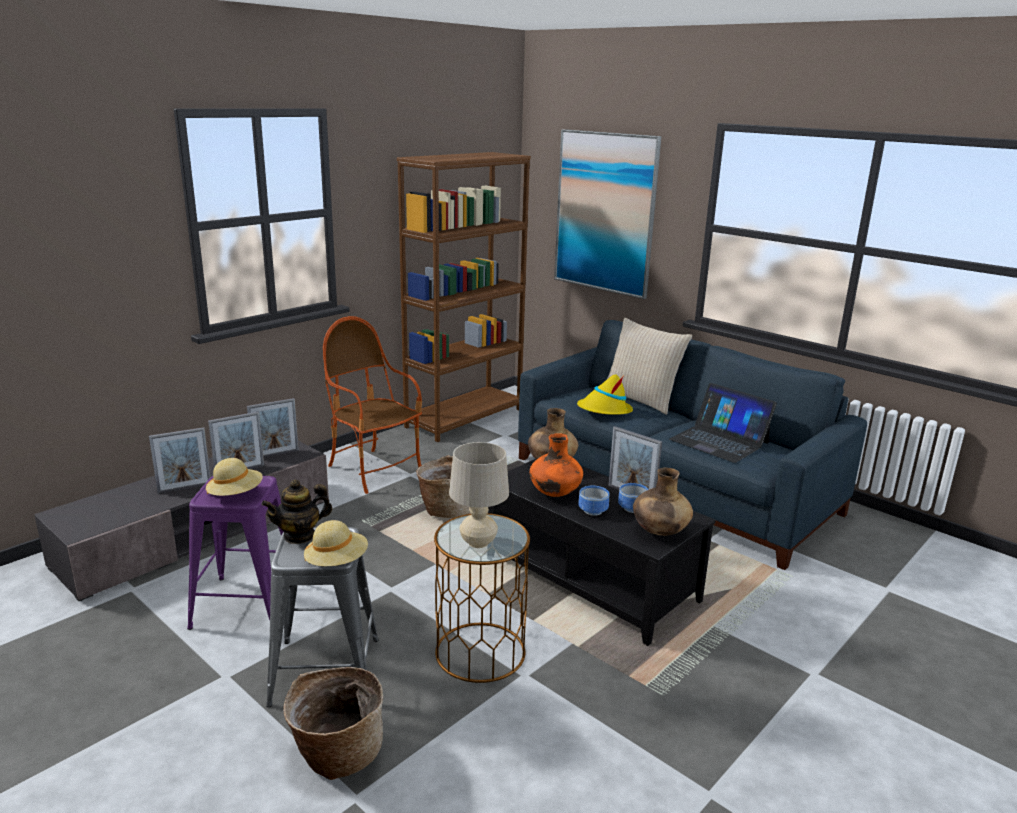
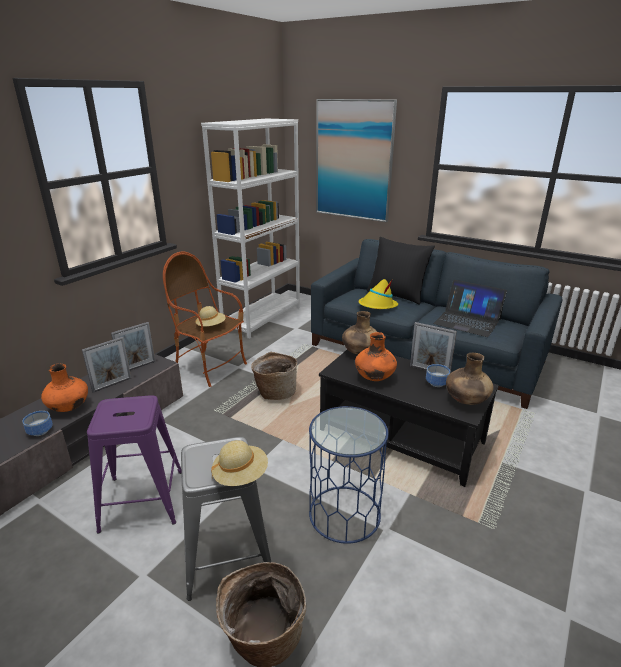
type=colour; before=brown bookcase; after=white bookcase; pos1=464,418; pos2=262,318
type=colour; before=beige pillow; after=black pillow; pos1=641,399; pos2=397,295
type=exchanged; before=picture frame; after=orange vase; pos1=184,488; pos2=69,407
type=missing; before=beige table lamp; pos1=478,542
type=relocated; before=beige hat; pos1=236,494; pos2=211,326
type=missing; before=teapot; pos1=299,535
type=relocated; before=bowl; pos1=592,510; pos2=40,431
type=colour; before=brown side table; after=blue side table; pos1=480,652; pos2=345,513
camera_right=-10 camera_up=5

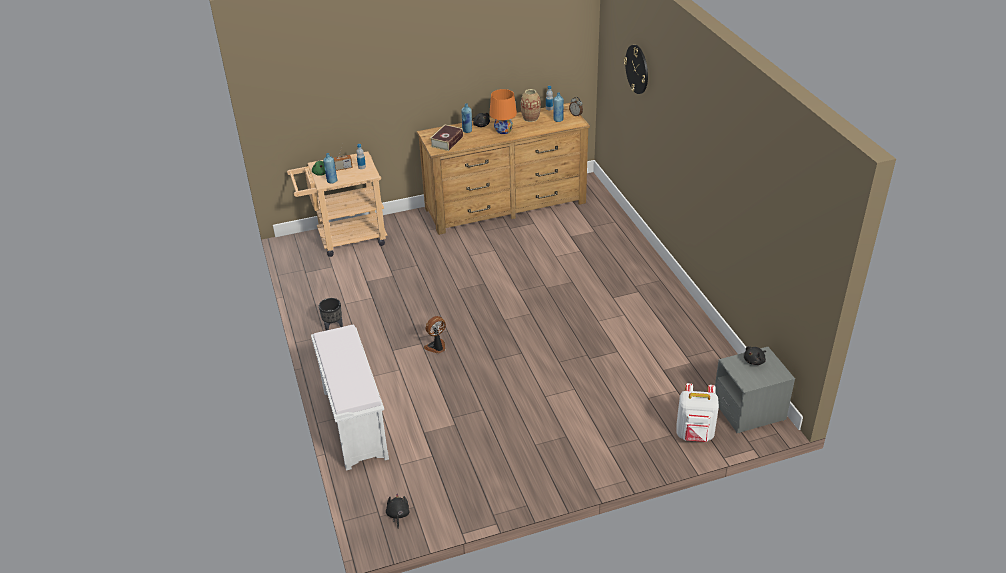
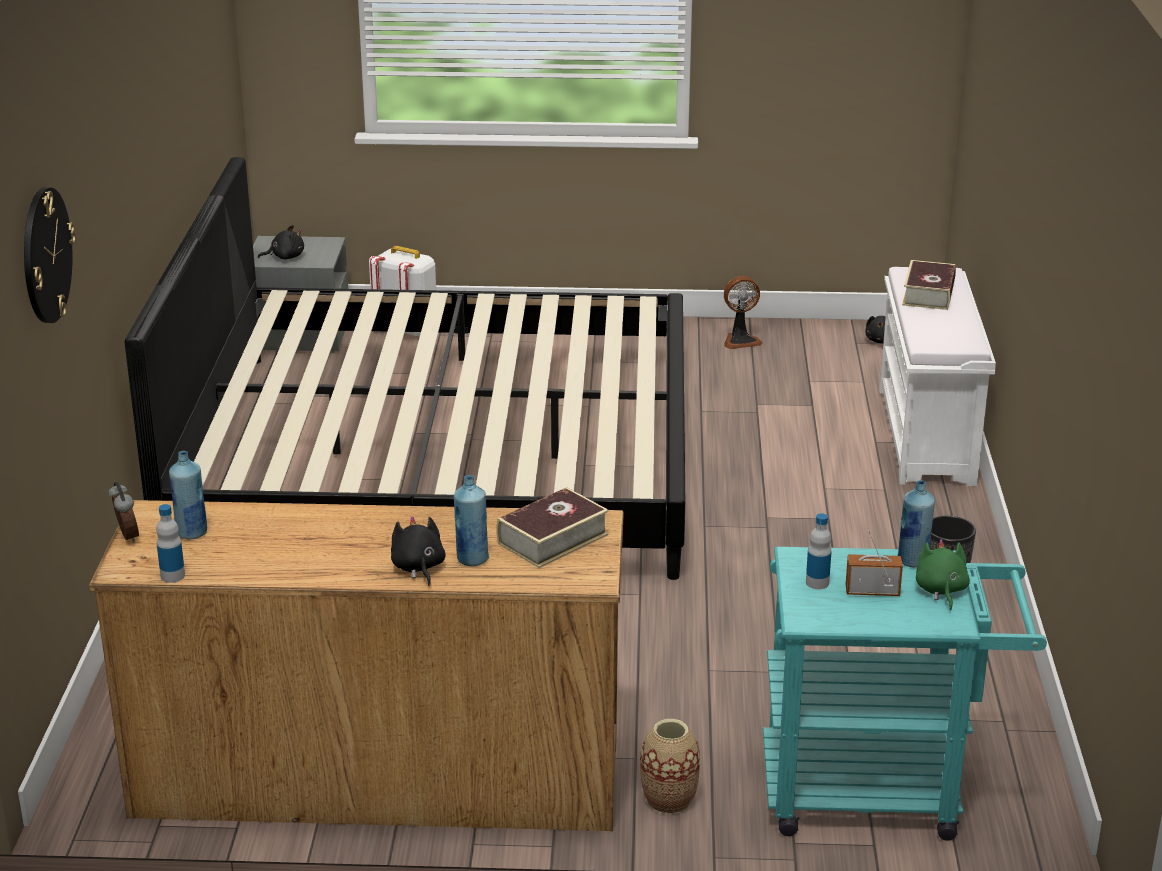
type=missing; before=orange table lamp; pos1=503,130
type=relocated; before=vase; pos1=530,118; pos2=668,800
type=colour; before=beige cart; after=turquoise cart; pos1=345,239; pos2=881,790
type=relocated; before=fan; pos1=436,347; pos2=740,340
type=appeared; after=bed; pos2=441,457
type=appeared; after=book; pos2=928,294
camera_right=-160 camera_up=-10

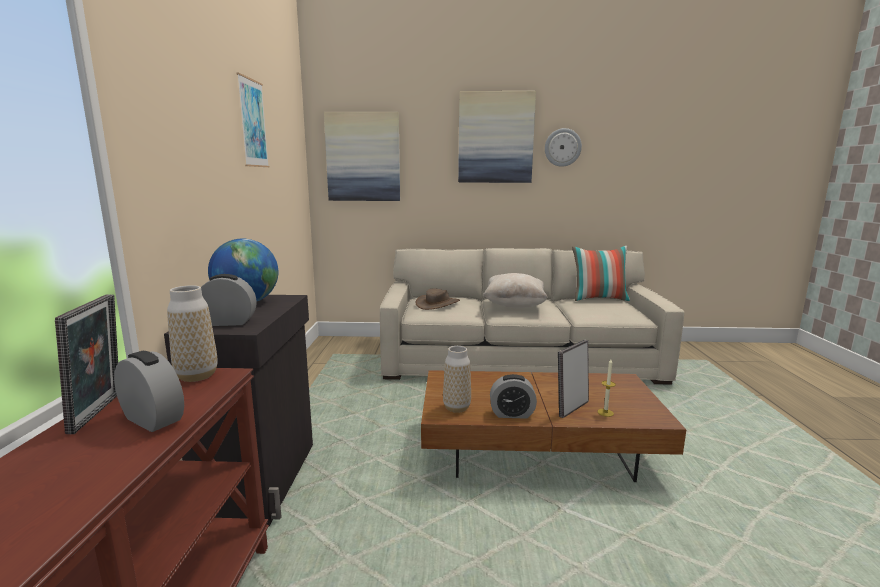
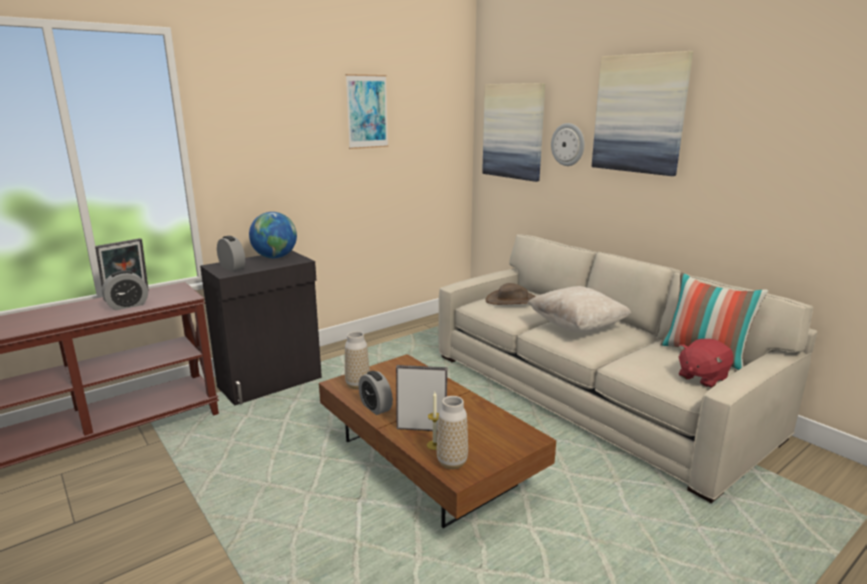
type=relocated; before=wall clock; pos1=562,147; pos2=568,144
type=relocated; before=vase; pos1=197,376; pos2=452,462
type=spun; before=alarm clock; pos1=153,419; pos2=127,305; turn=60
type=appeared; after=red plush toy; pos2=702,377
camera_right=50 camera_up=5

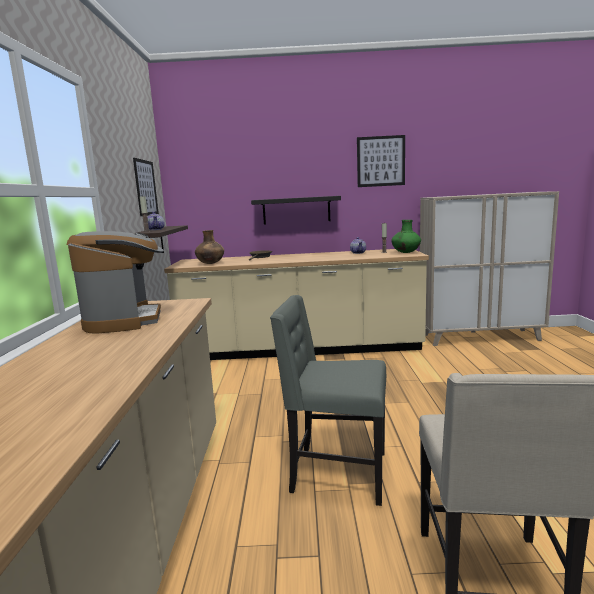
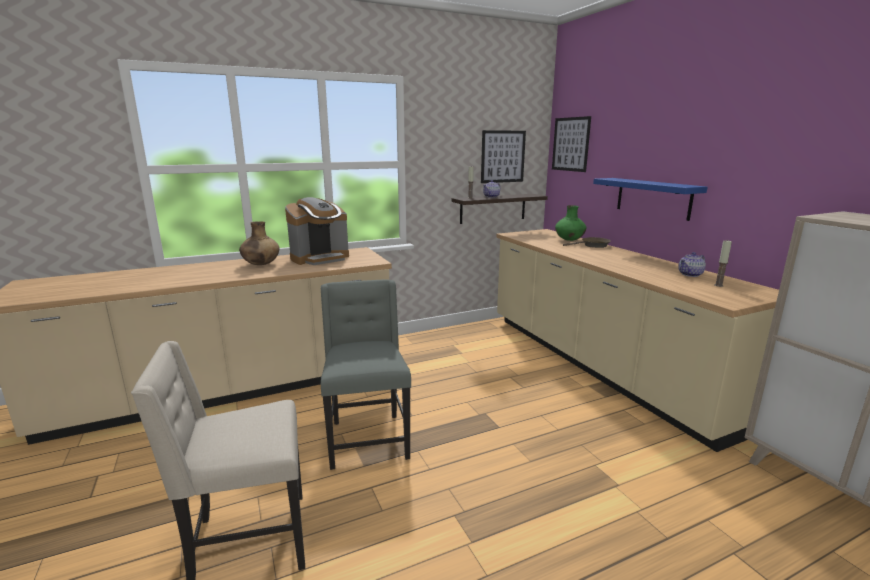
type=relocated; before=picture; pos1=381,161; pos2=570,144
type=colour; before=black shelf; after=blue shelf; pos1=296,210; pos2=653,198
type=relocated; before=green vase; pos1=405,252; pos2=569,240
type=relocated; before=brown vase; pos1=210,263; pos2=261,264
camera_right=65 camera_up=5

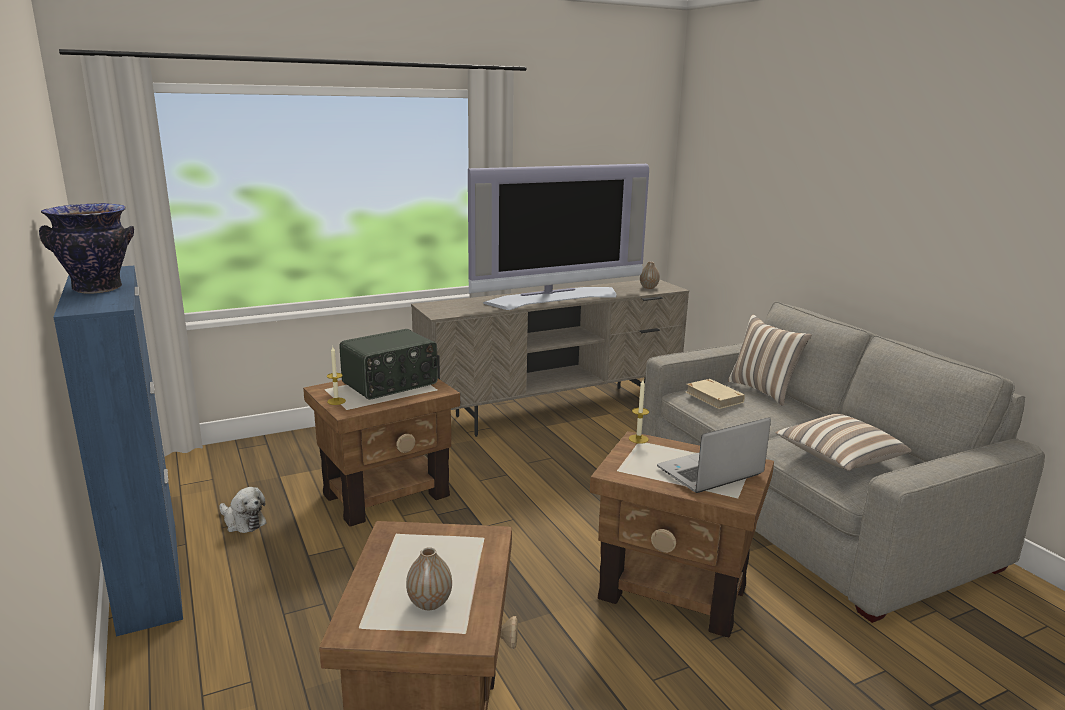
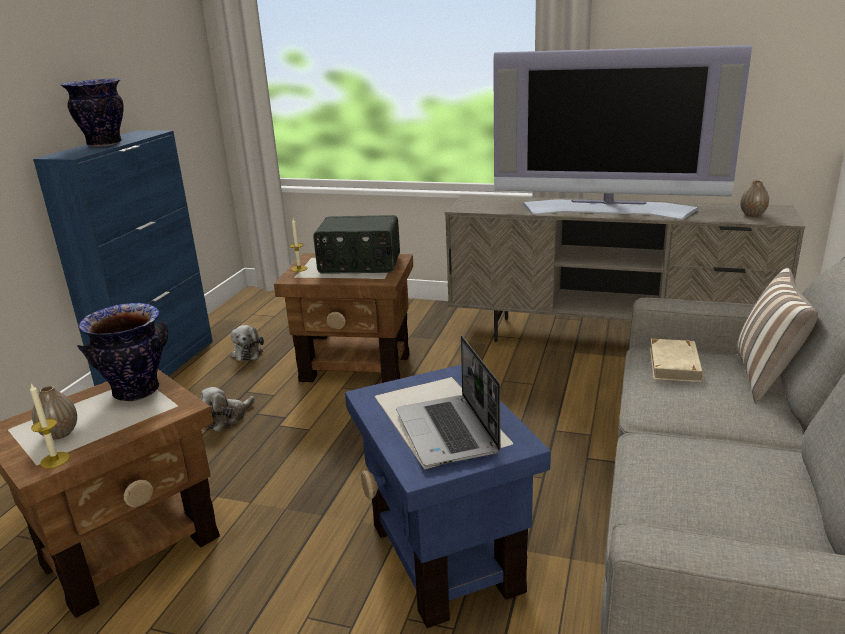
type=relocated; before=candle; pos1=638,439; pos2=55,460
type=missing; before=pillow; pos1=838,459
type=spun; before=laptop; pos1=709,473; pos2=448,432; turn=-120
type=colour; before=brown side table; after=blue side table; pos1=672,593; pos2=443,557
type=appeared; after=vase; pos2=137,392
type=appeared; after=plush toy; pos2=227,418
camera_right=45 camera_up=5

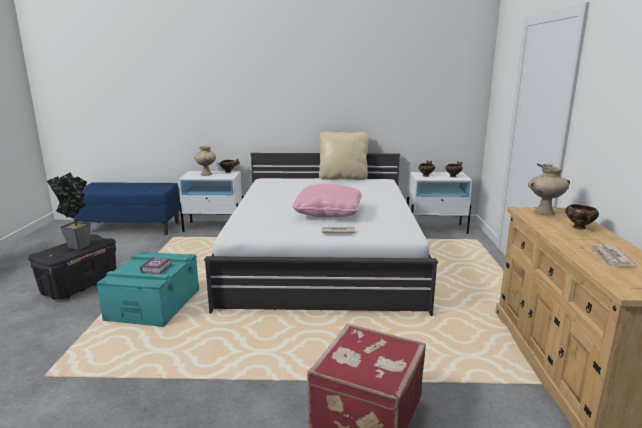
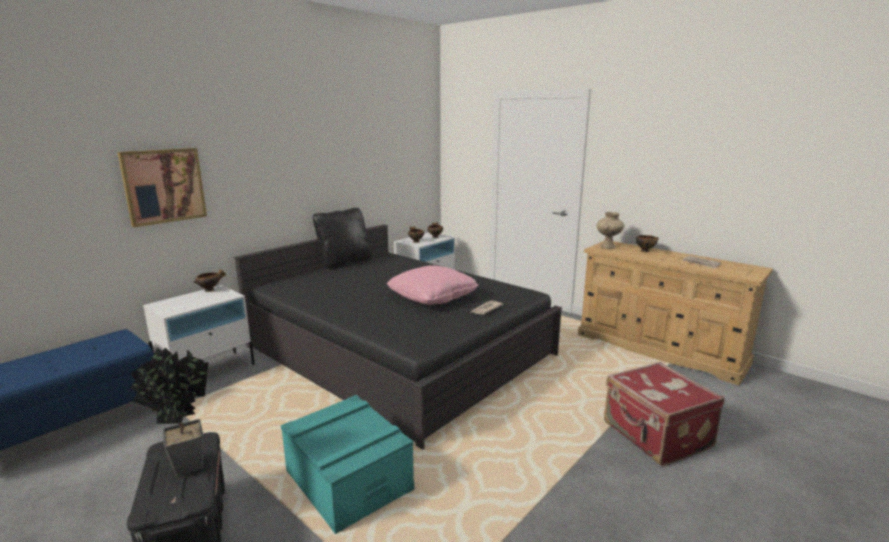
type=colour; before=beige pillow; after=black pillow; pos1=343,178; pos2=345,262
type=missing; before=beige vase; pos1=206,174
type=colour; before=white bed; after=black bed; pos1=323,258; pos2=398,350
type=missing; before=book; pos1=157,268
type=appeared; after=picture; pos2=164,186
camera_right=-50 camera_up=0

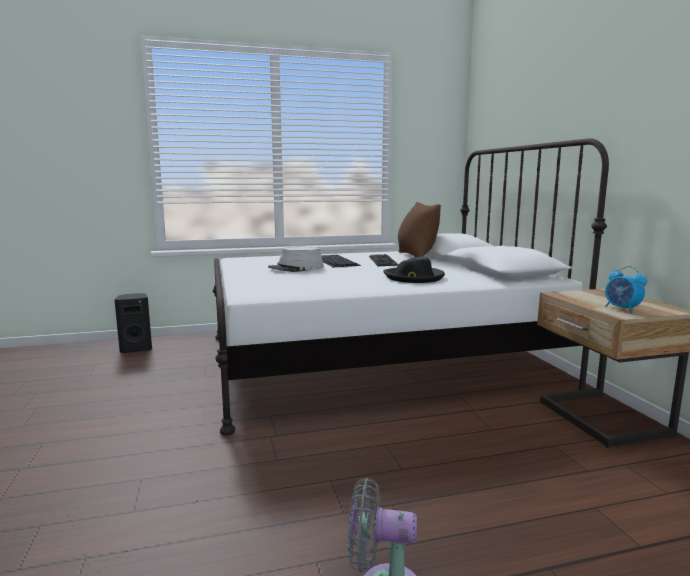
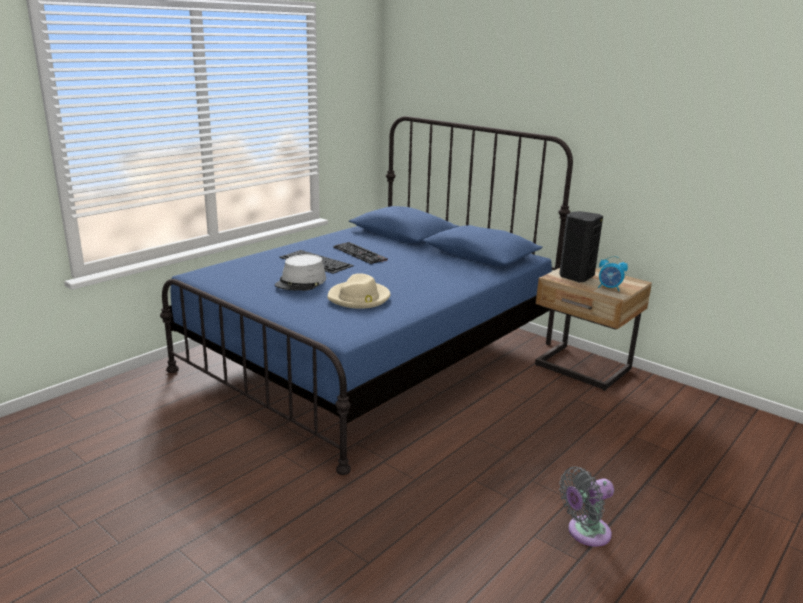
type=colour; before=white bed; after=blue bed; pos1=377,360; pos2=372,356
type=missing; before=brown pillow; pos1=416,256
type=missing; before=black hat; pos1=414,277
type=relocated; before=black speaker; pos1=136,349; pos2=575,276
type=appeared; after=beige hat; pos2=359,298
camera_right=-35 camera_up=10

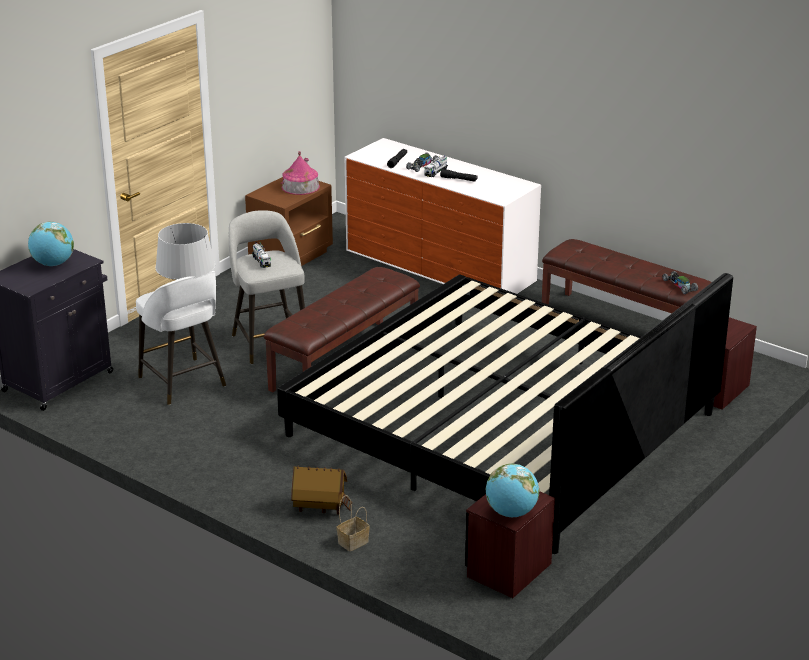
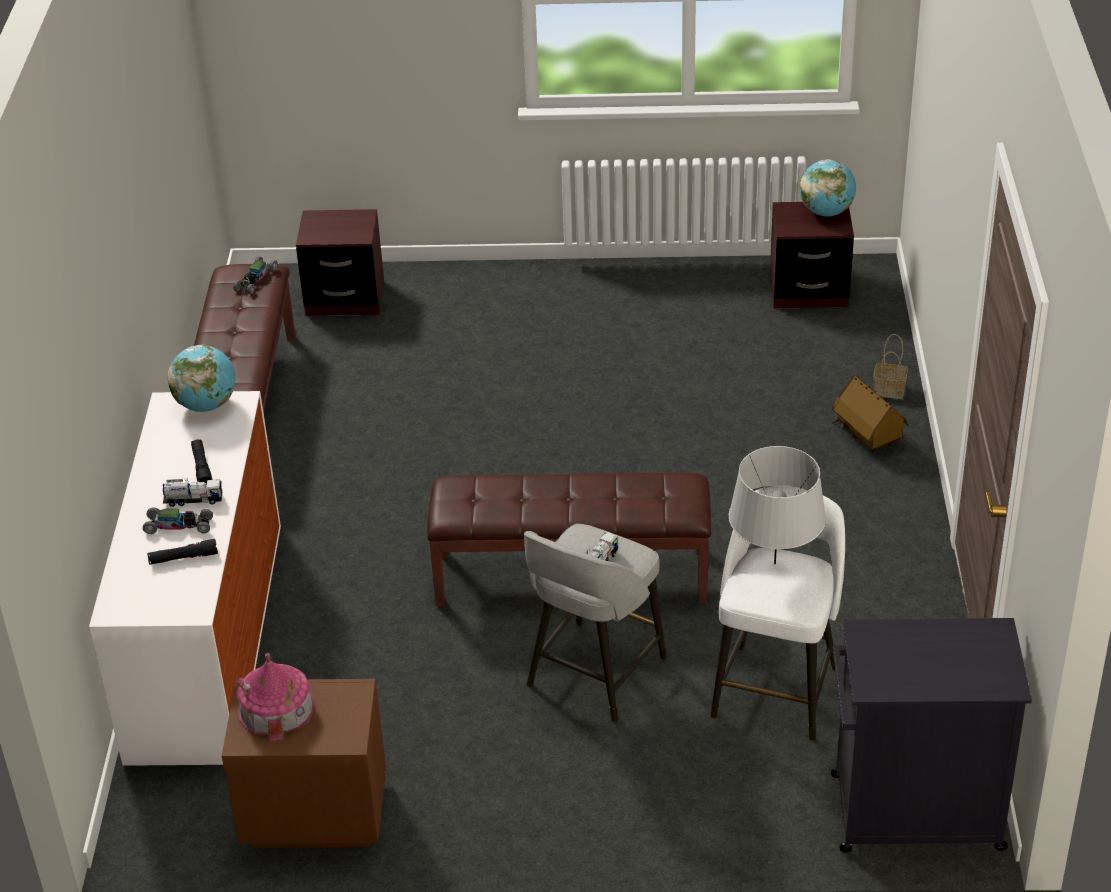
type=relocated; before=globe; pos1=53,264; pos2=206,405
type=missing; before=bed; pos1=501,425
camera_right=-125 camera_up=10

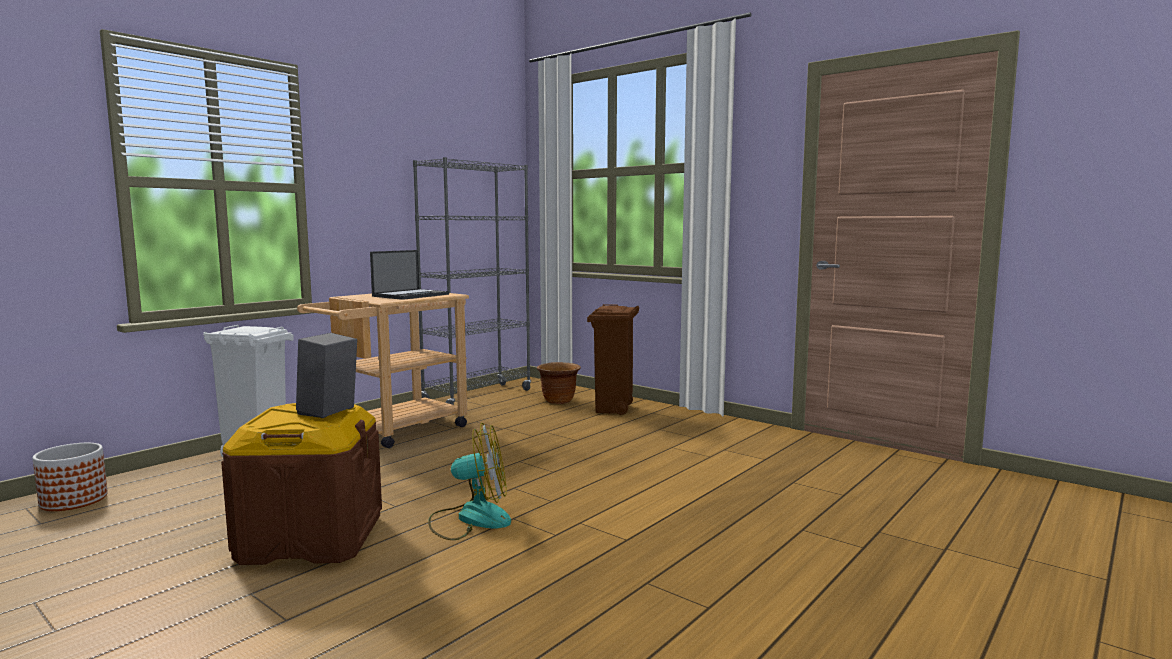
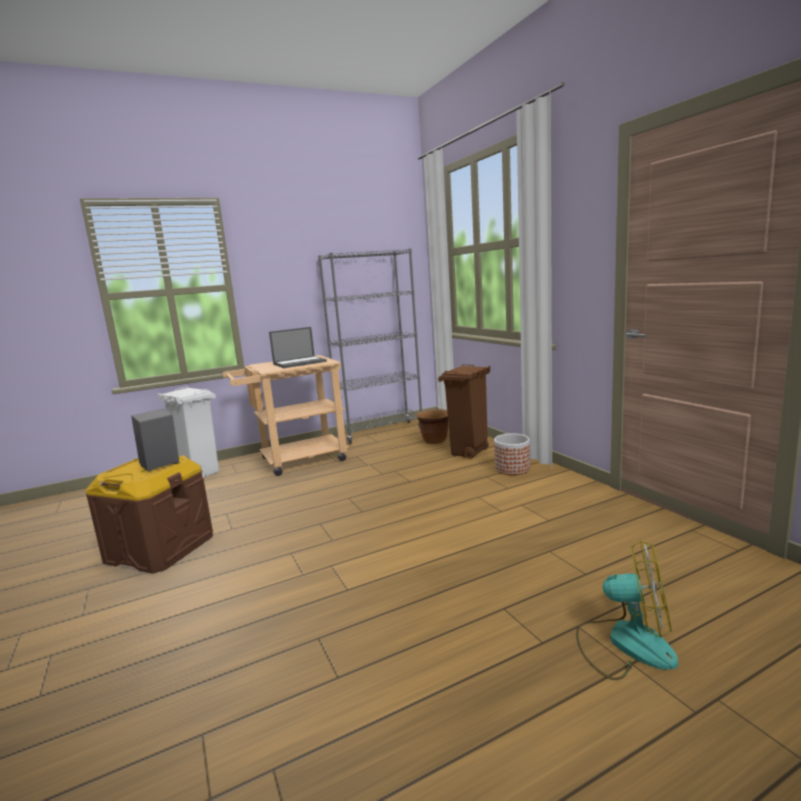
type=relocated; before=fan; pos1=471,518; pos2=625,643
type=relocated; before=planter; pos1=74,500; pos2=512,469
camera_right=25 camera_up=5

